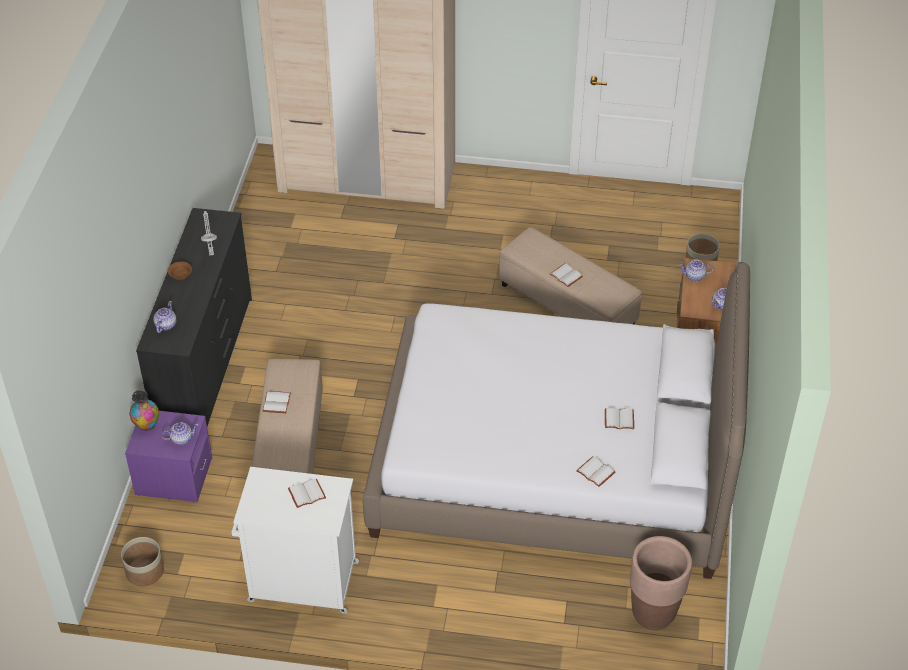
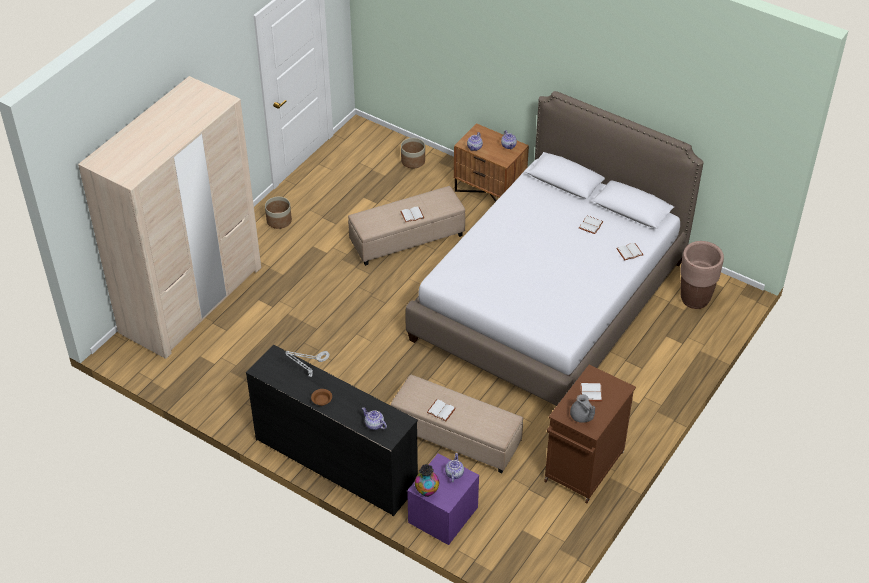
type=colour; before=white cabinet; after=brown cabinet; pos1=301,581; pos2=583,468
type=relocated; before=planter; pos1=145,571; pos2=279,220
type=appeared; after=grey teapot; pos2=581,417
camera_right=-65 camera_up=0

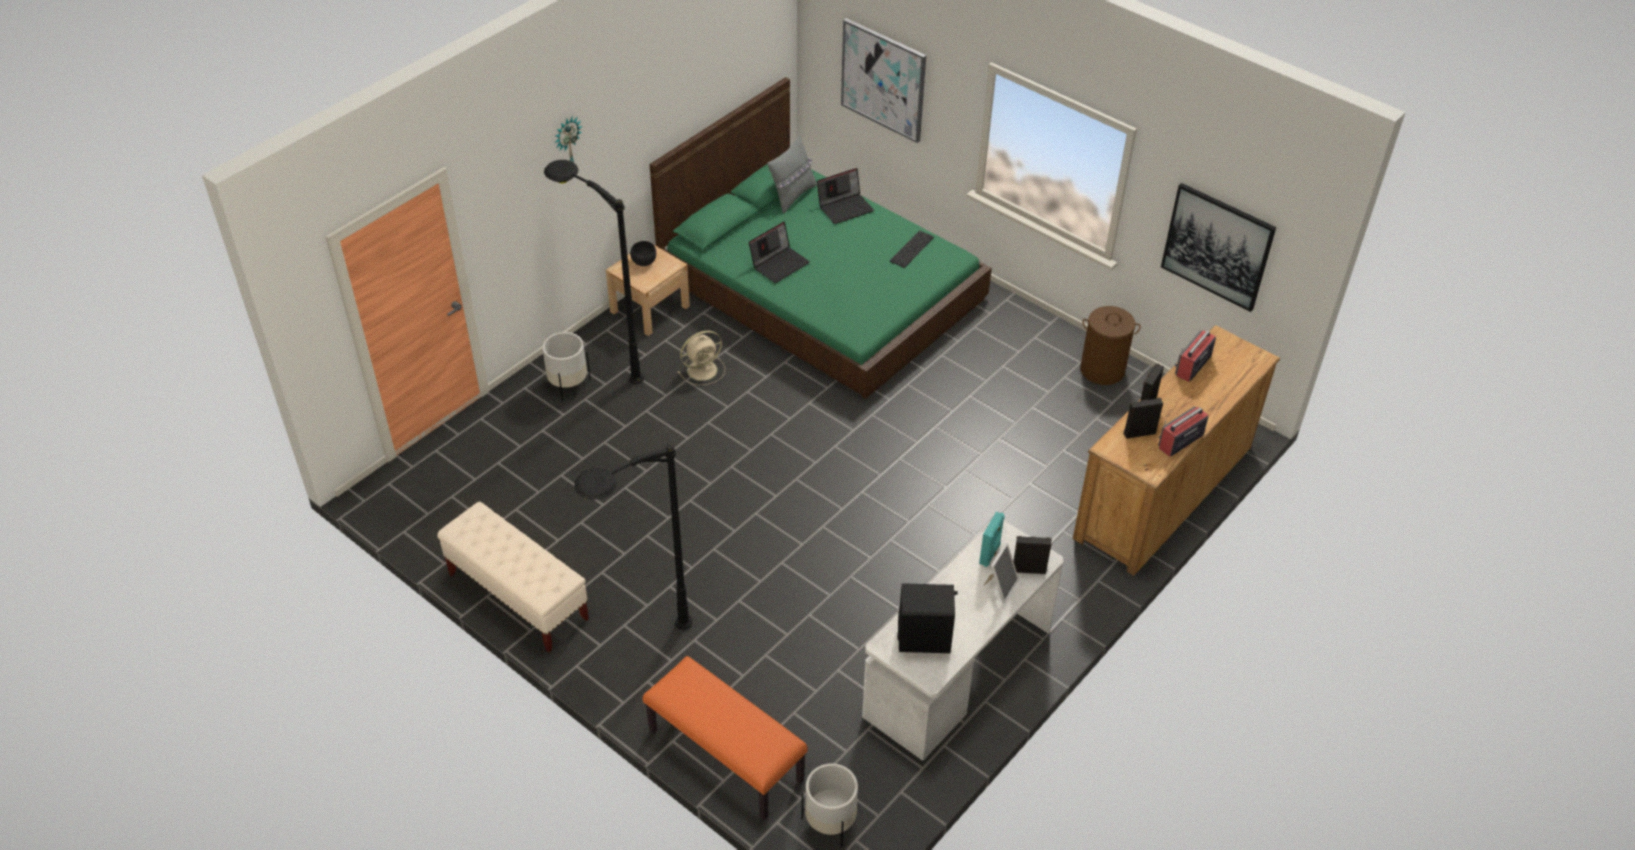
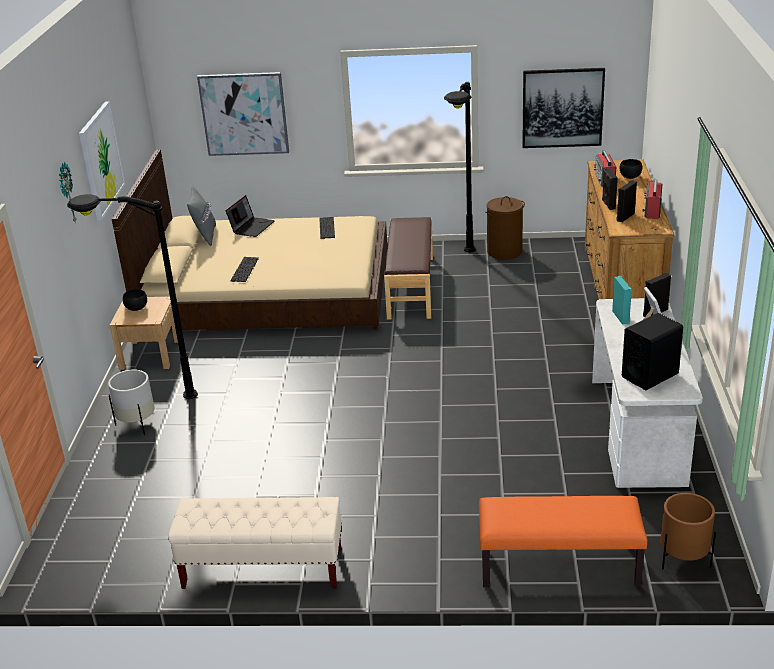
type=colour; before=green bed; after=beige bed; pos1=821,287; pos2=268,290
type=exchanged; before=laptop; after=keyboard; pos1=779,264; pos2=244,269
type=missing; before=beige fan; pos1=703,370
type=relocated; before=black floor lamp; pos1=637,651; pos2=463,267
type=colour; before=white planter; after=brown planter; pos1=830,822; pos2=683,558
type=appeared; after=picture; pos2=101,160
type=appeared; after=black bowl; pos2=630,177
type=appeared; after=brown bench; pos2=410,287
camera_right=-35 camera_up=-15

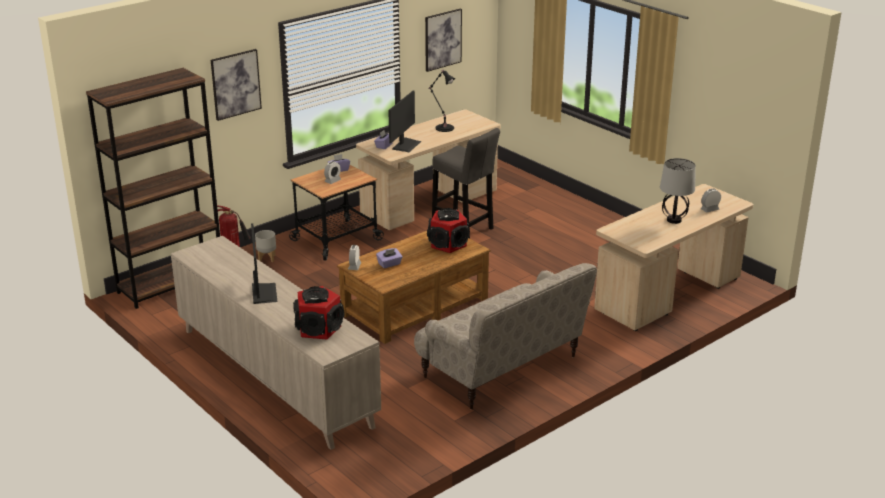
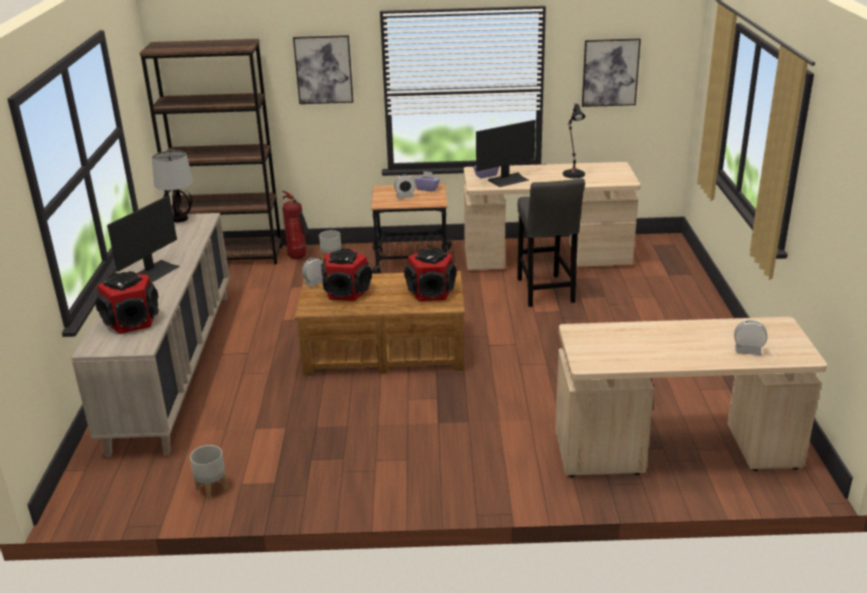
type=relocated; before=table lamp; pos1=673,220; pos2=179,219
type=exchanged; before=purple tissue box; after=speaker; pos1=389,264; pos2=347,291
type=missing; before=beige sofa; pos1=503,368
type=appeared; after=grey planter; pos2=211,488
camera_right=40 camera_up=0

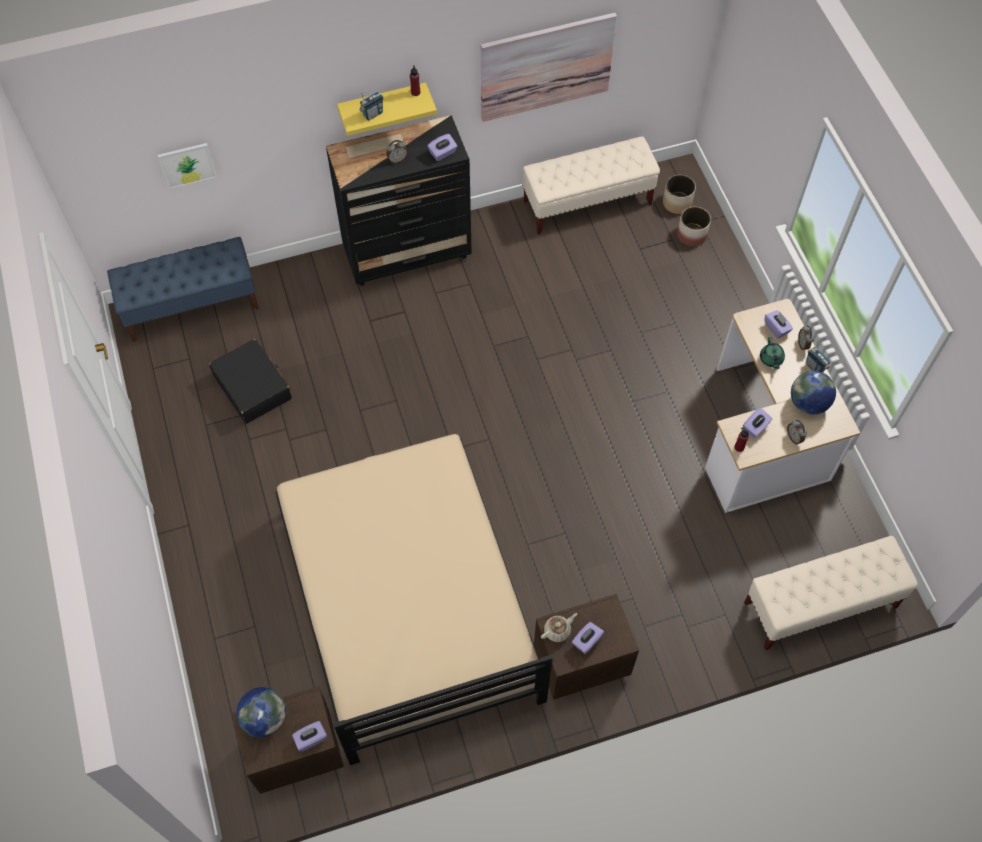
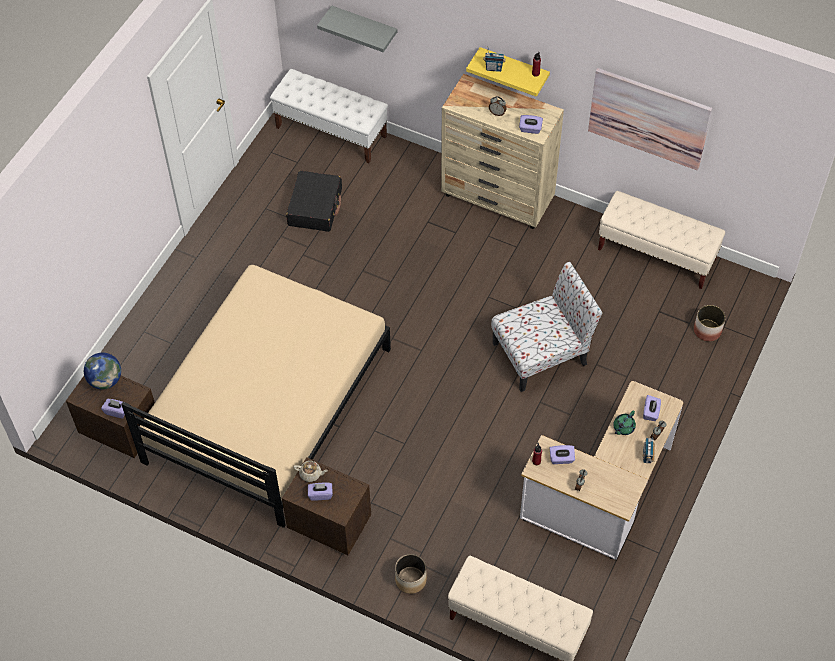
type=colour; before=black dresser; after=beige dresser; pos1=408,253; pos2=498,198
type=exchanged; before=picture; after=grey shelf; pos1=187,165; pos2=364,26
type=relocated; before=planter; pos1=677,203; pos2=410,580
type=colour; before=blue bench; after=white bench; pos1=192,306; pos2=331,132
type=missing; before=globe; pos1=808,403
type=appeared; after=chair; pos2=542,353
camera_right=45 camera_up=-5

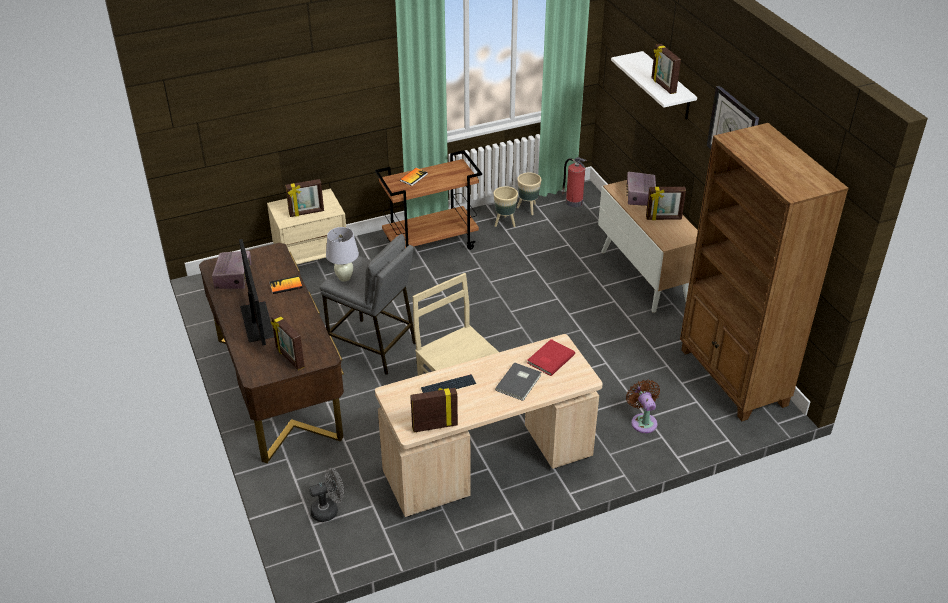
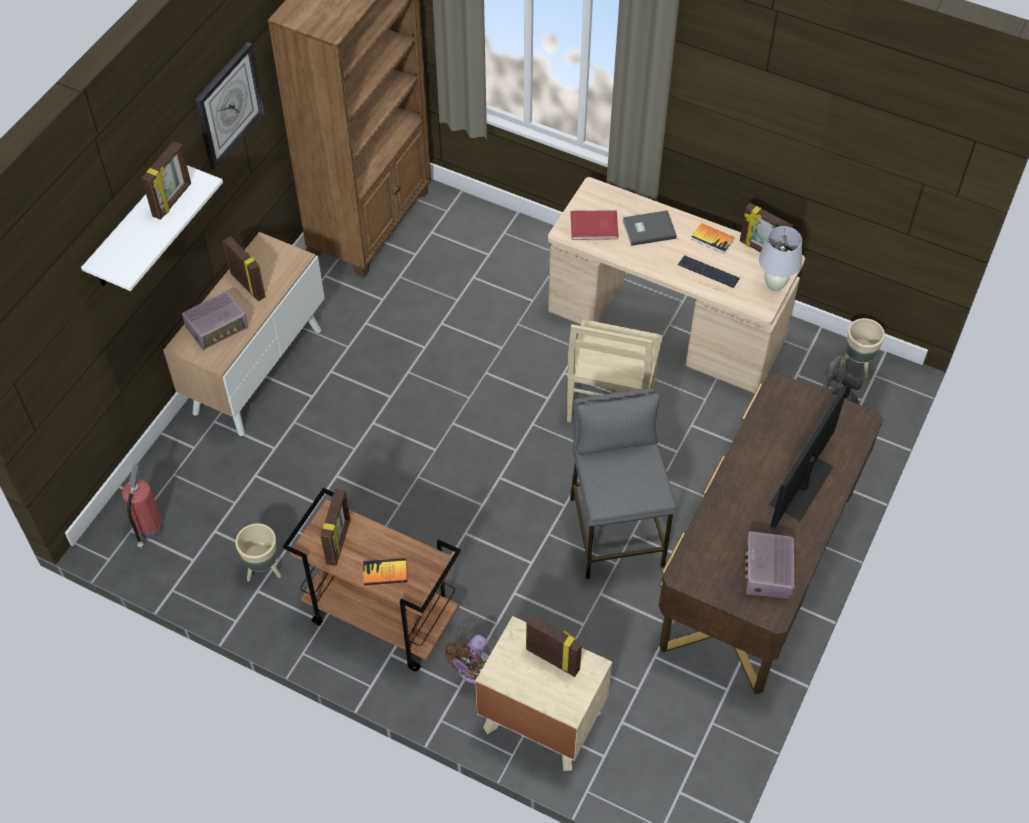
type=relocated; before=beige planter; pos1=528,208; pos2=856,366
type=relocated; before=white table lamp; pos1=344,278; pos2=775,285
type=spun; before=radio; pos1=233,277; pos2=767,572; turn=-45
type=relocated; before=book; pos1=286,286; pos2=712,239
type=relocated; before=picture frame; pos1=289,358; pos2=339,542
type=relocated; before=brown fan; pos1=643,421; pos2=472,670
camera_right=-130 camera_up=15

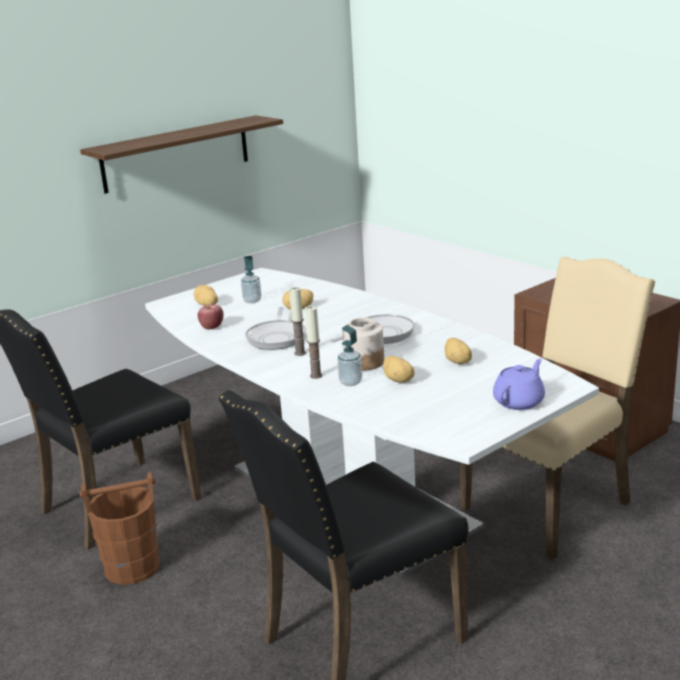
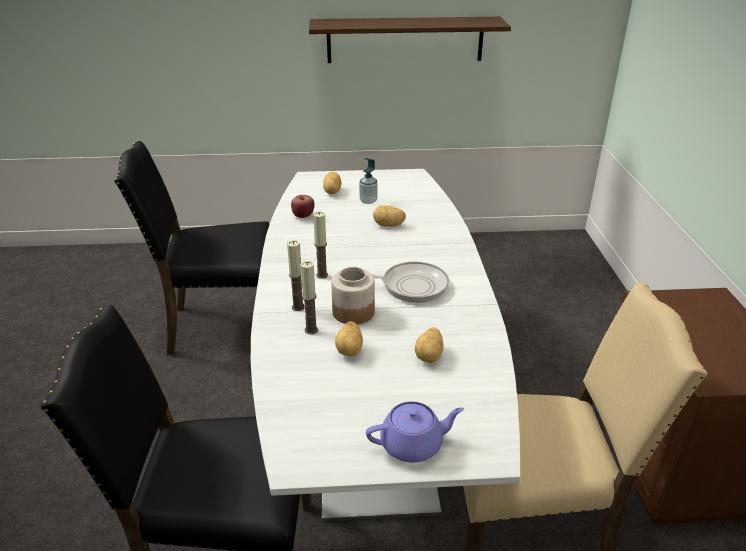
type=missing; before=frying pan; pos1=277,337
type=exchanged; before=soap dispenser; after=candle; pos1=350,382; pos2=311,330
type=missing; before=brown bucket; pos1=131,567
camera_right=35 camera_up=10

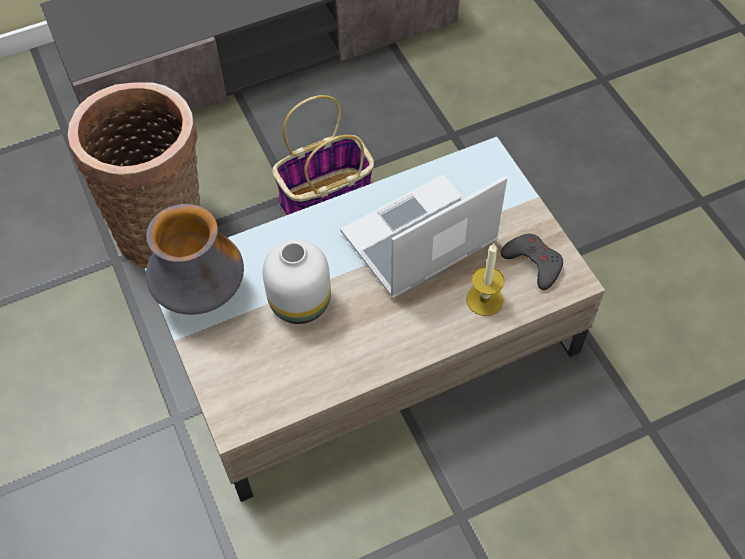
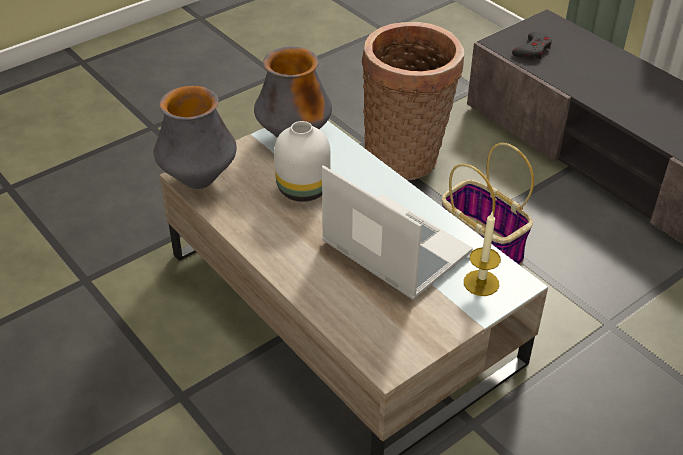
type=relocated; before=grey game controller; pos1=533,263; pos2=532,50
type=relocated; before=candle; pos1=484,299; pos2=481,283
type=appeared; after=vase; pos2=198,180
camera_right=75 camera_up=-15

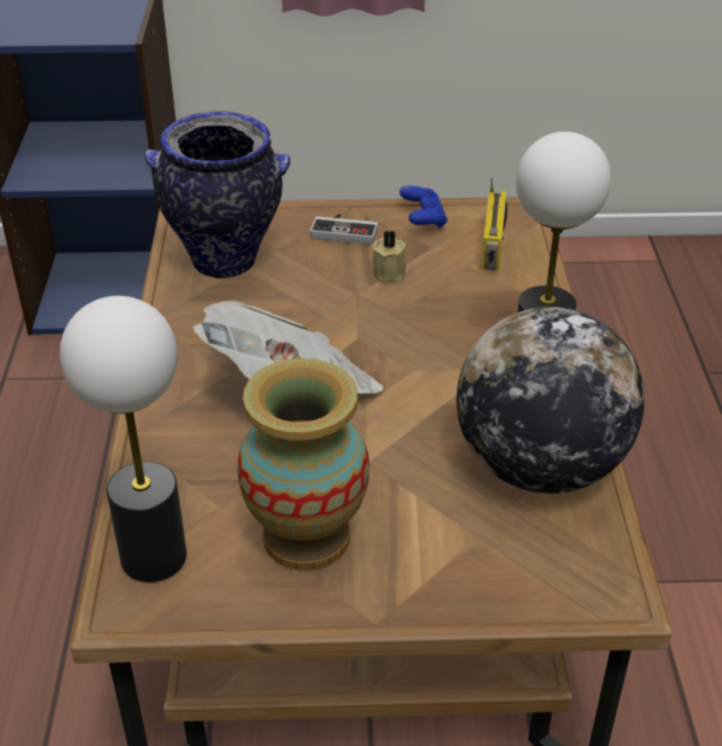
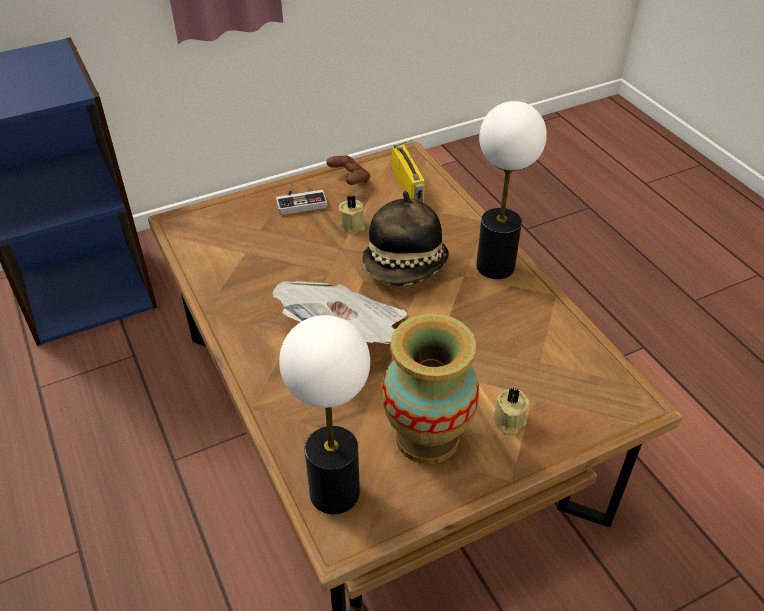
type=missing; before=vase; pos1=226,262
type=colour; before=blue game controller; after=brown game controller; pos1=423,219; pos2=349,179
type=missing; before=globe; pos1=539,467
type=appeared; after=hat; pos2=406,267
type=appeared; after=beige candle; pos2=508,421
camera_right=-25 camera_up=5

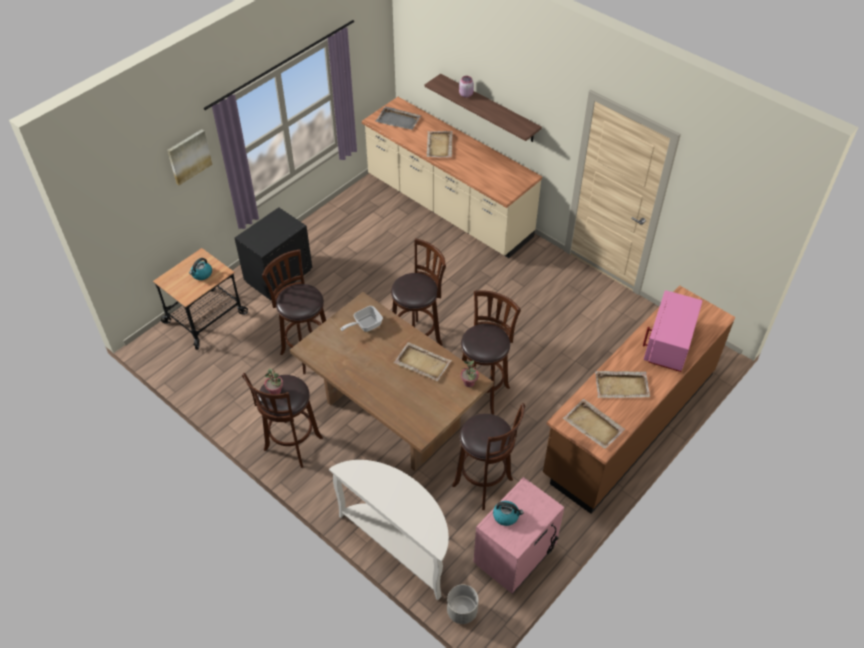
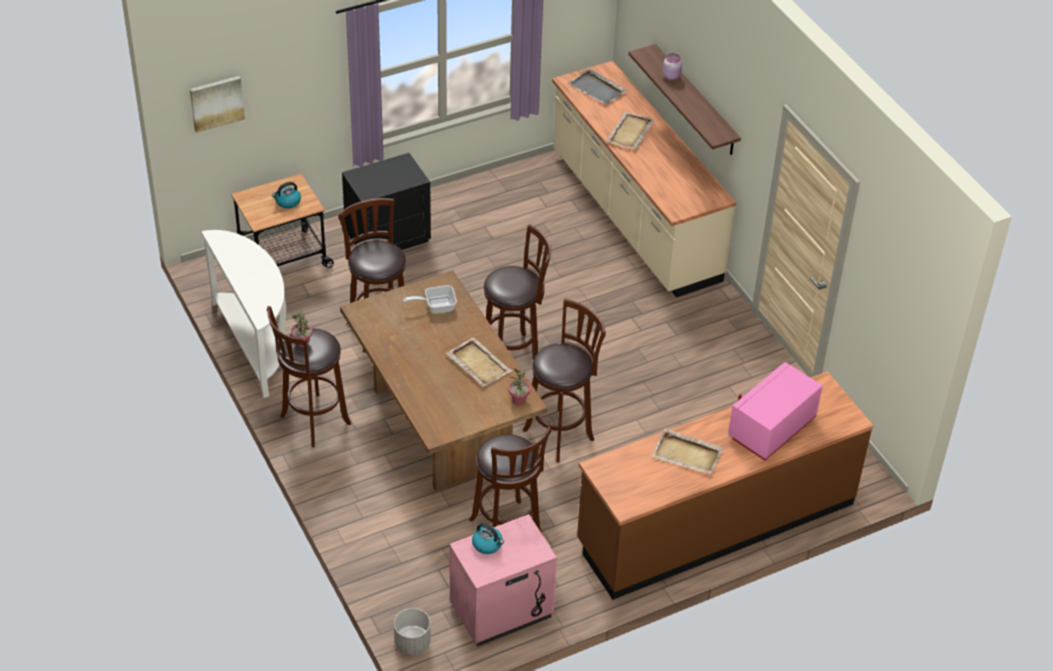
type=relocated; before=picture; pos1=189,156; pos2=216,103
type=missing; before=beige tray; pos1=593,425
type=relocated; before=white console table; pos1=399,544; pos2=256,344
camera_right=20 camera_up=-5

